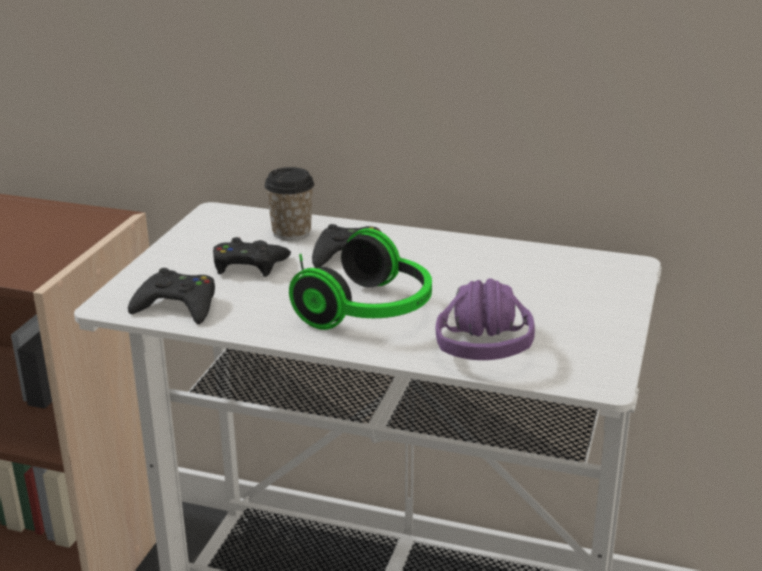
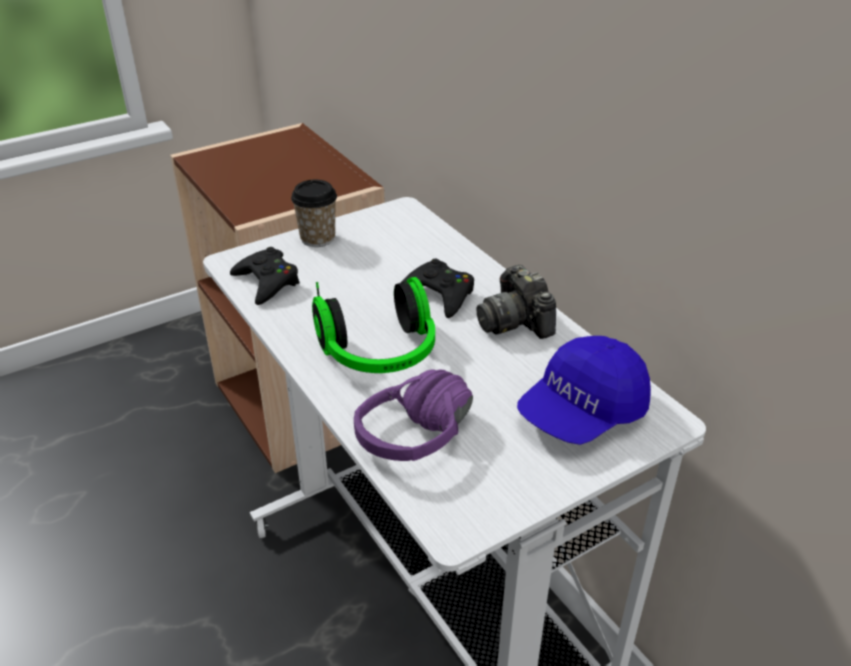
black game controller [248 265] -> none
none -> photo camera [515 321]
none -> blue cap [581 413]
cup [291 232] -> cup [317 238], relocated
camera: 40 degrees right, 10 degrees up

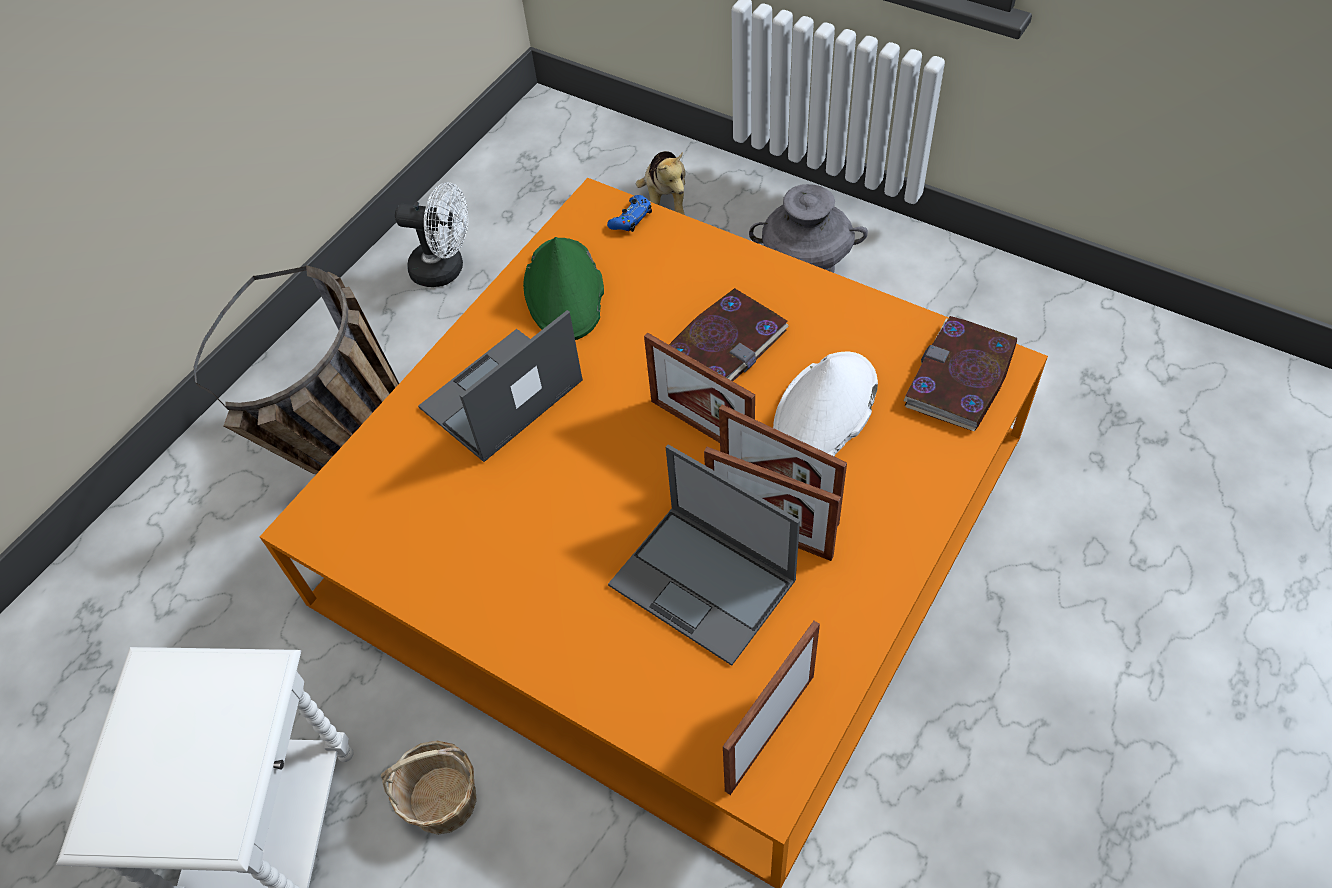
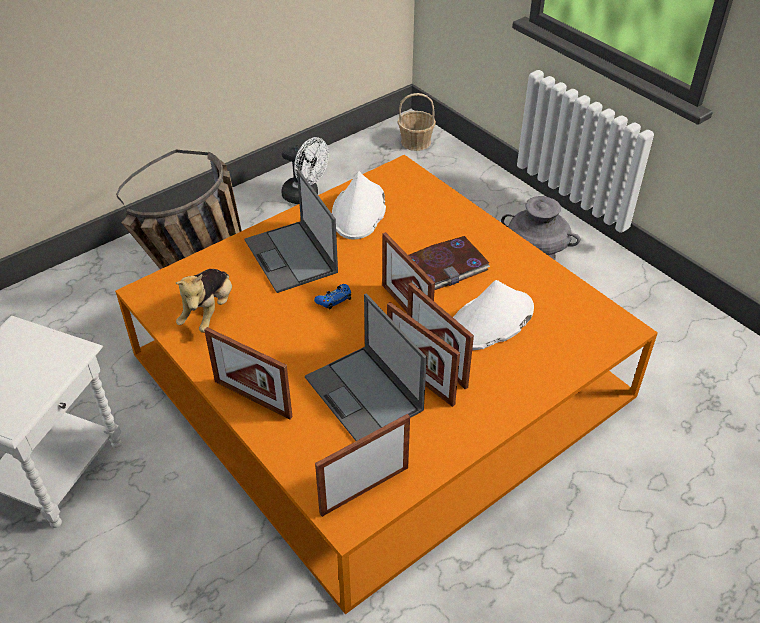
book [960 377] -> none
none -> picture frame [253 399]
basket [443 800] -> basket [416 142], relocated
blue game controller [631 219] -> blue game controller [334 299], relocated
plush toy [666 201] -> plush toy [209 312], relocated
green hat [564 291] -> white hat [359 211]
laptop [500 396] -> laptop [291 257], 90 degrees counterclockwise
camera: 15 degrees right, 10 degrees down

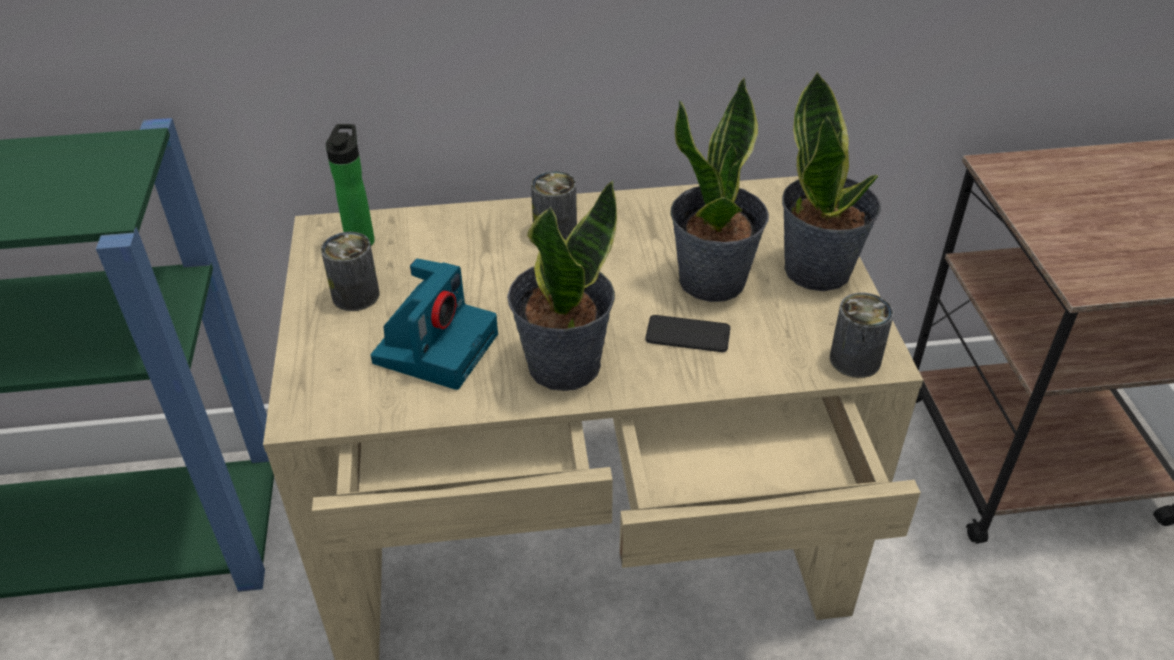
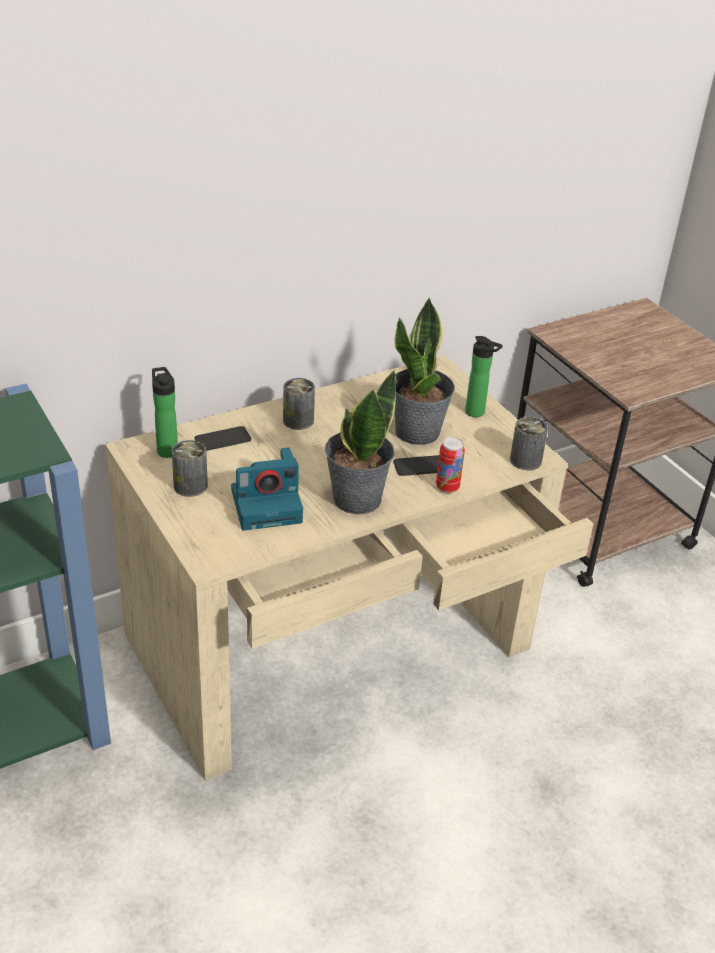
none -> phone [222 439]
none -> can [447 487]
potted plant [818 269] -> bottle [477 413]
photo camera [436 346] -> photo camera [268 505], 75 degrees clockwise
camera: 25 degrees left, 5 degrees down

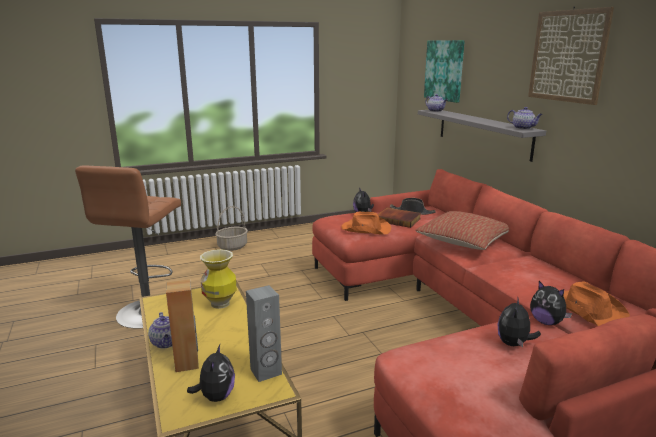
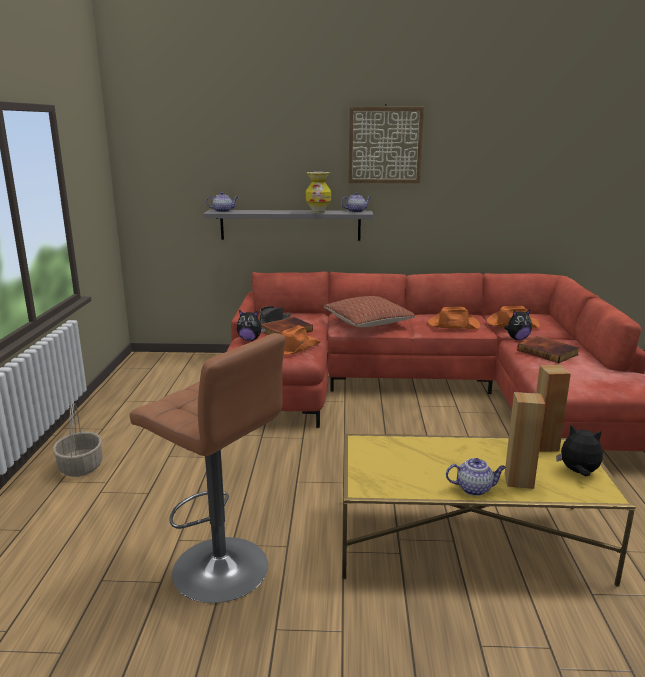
picture [444 70] -> none
none -> orange hat [453 324]
vase [220 304] -> vase [318 212], relocated
plush toy [514 344] -> book [548 352]
grey speaker [266 372] -> brown speaker [544 445]
camera: 65 degrees left, 0 degrees up

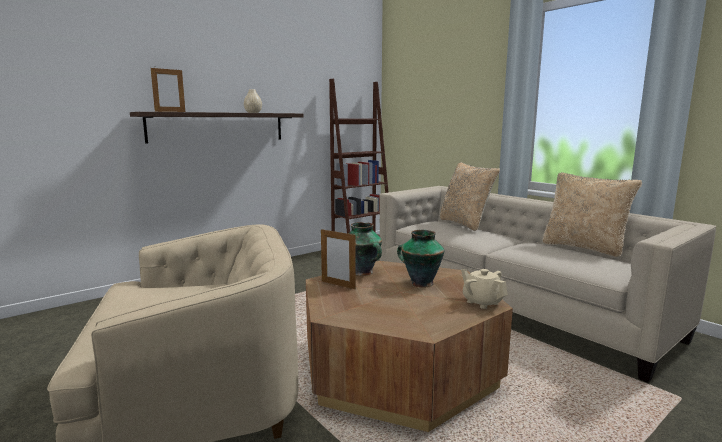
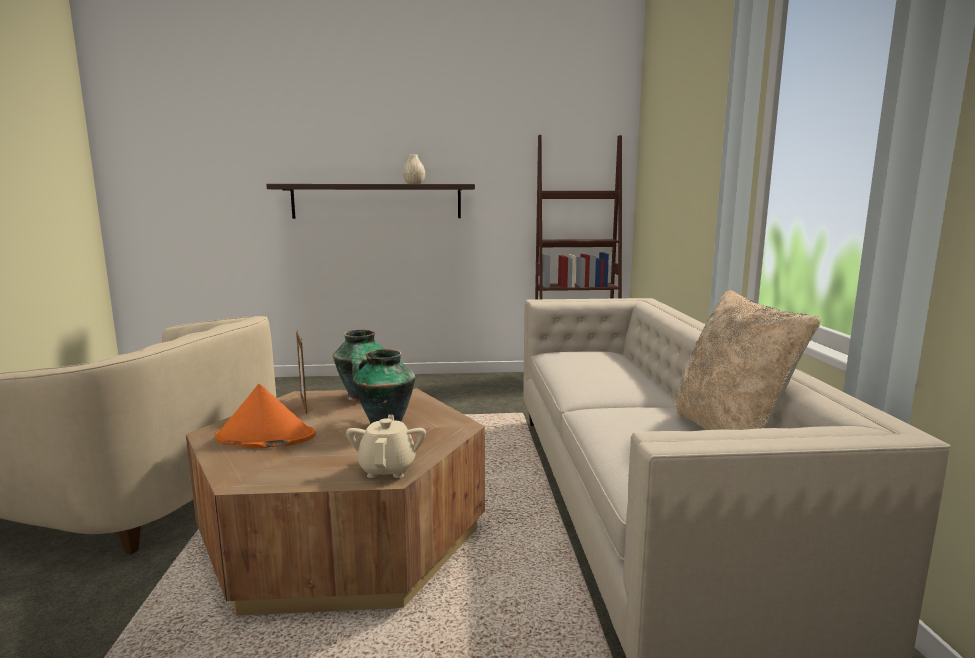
picture frame [170 111] -> none
beige pillow [464 225] -> none
none -> orange hat [265 437]
camera: 35 degrees right, 0 degrees up

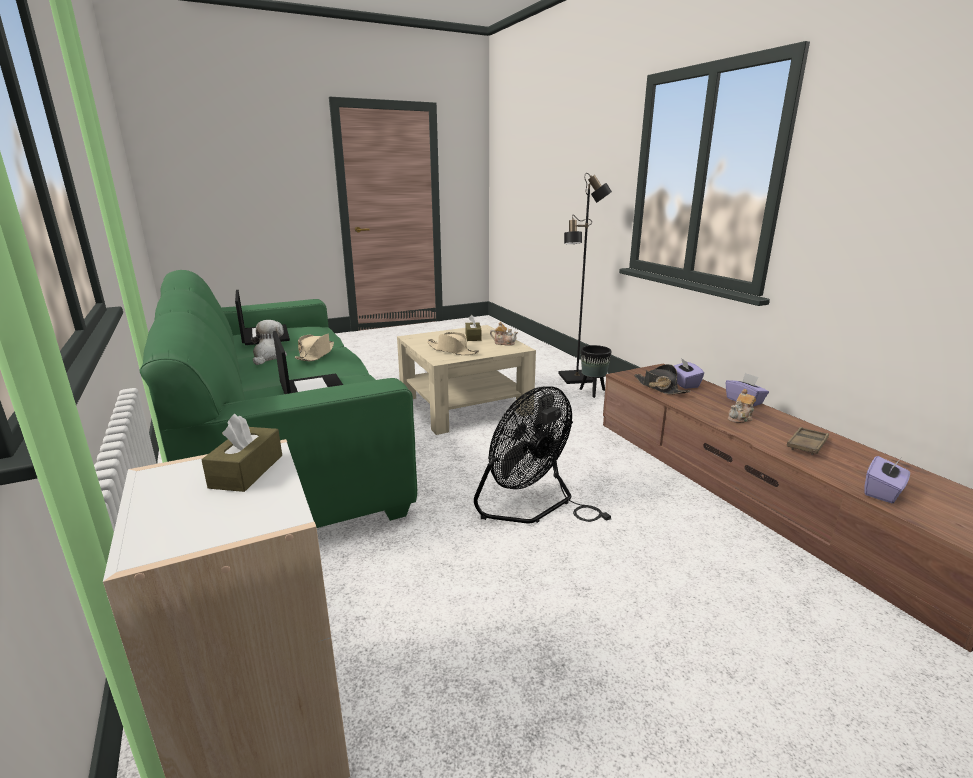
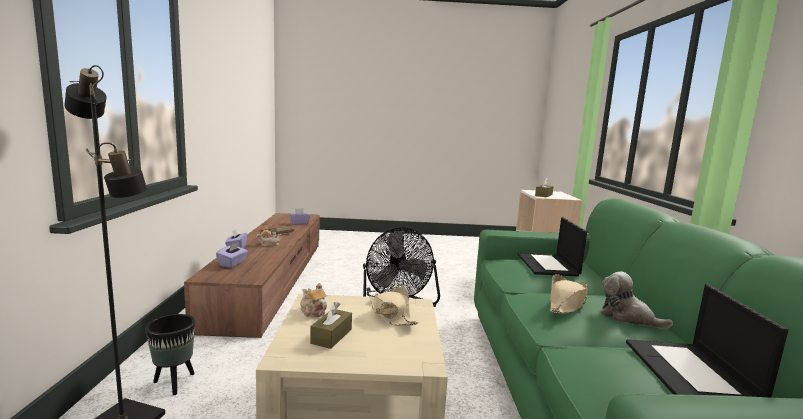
black hat [659 387] -> none
plush toy [269 357] -> plush toy [627 317], 105 degrees clockwise
camera: 155 degrees left, 10 degrees down

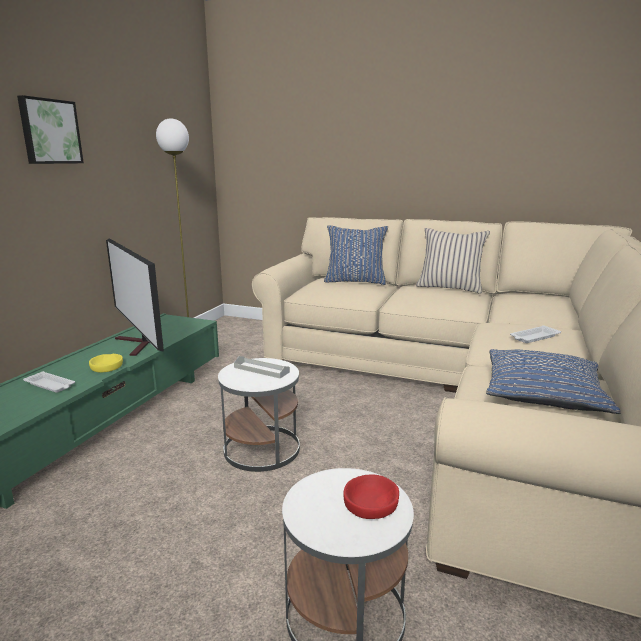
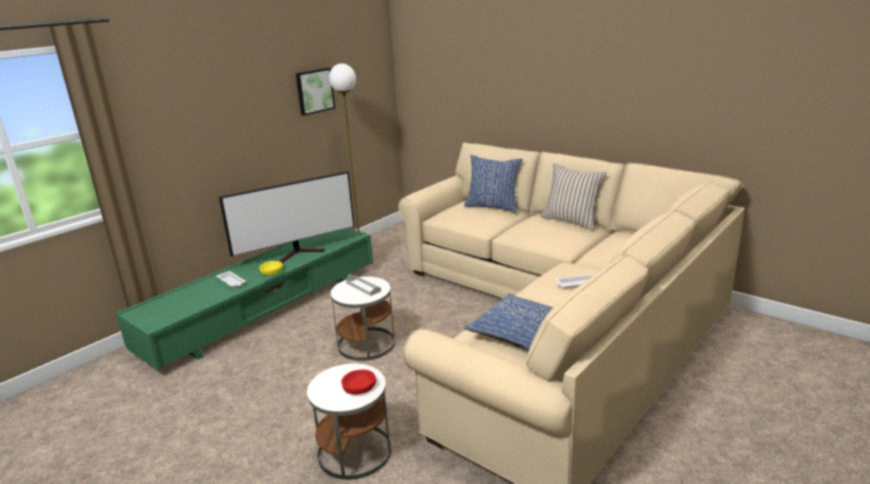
picture [49 131] -> picture [314 91], relocated
television [138 345] -> television [301 253], 105 degrees counterclockwise
camera: 20 degrees right, 5 degrees up

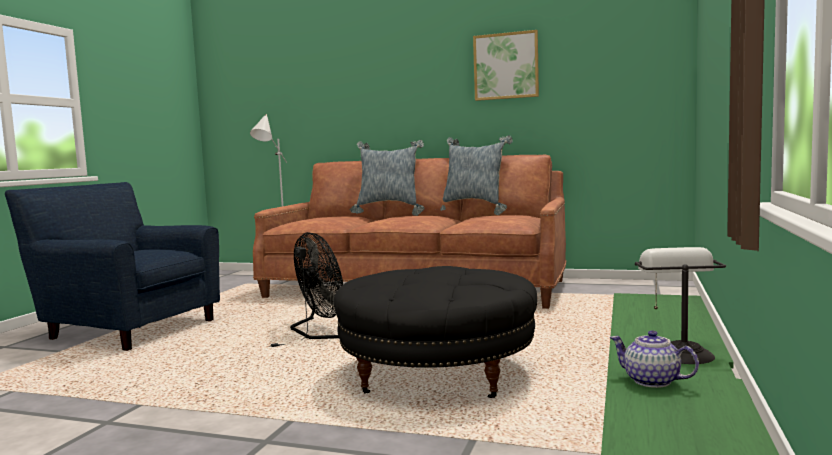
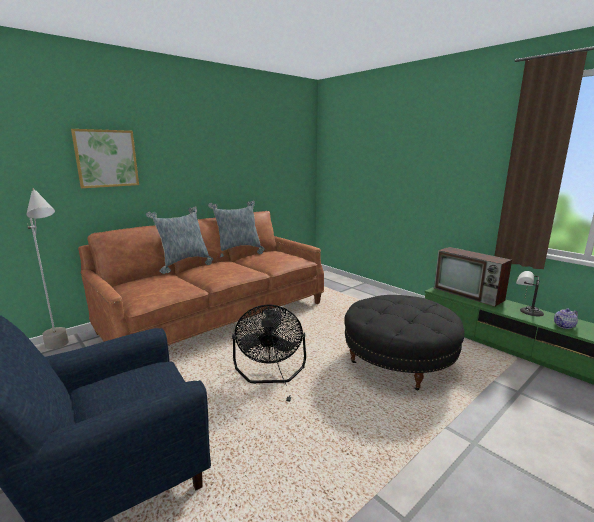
none -> television [469 294]
picture [506 66] -> picture [106 158], relocated
camera: 60 degrees left, 10 degrees up

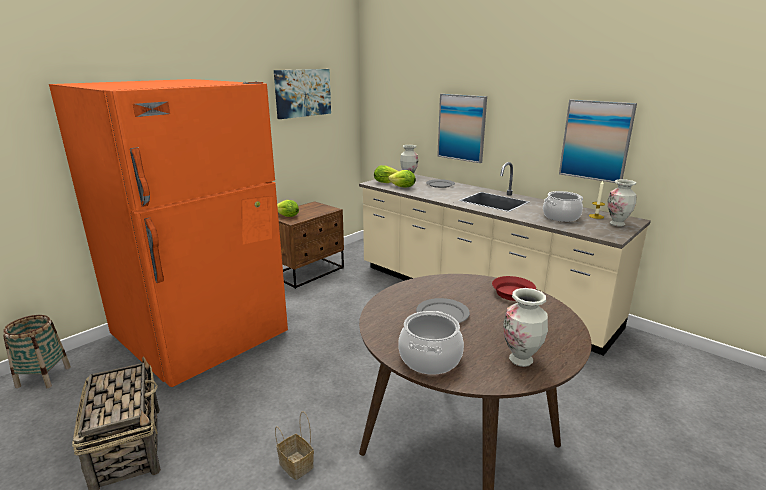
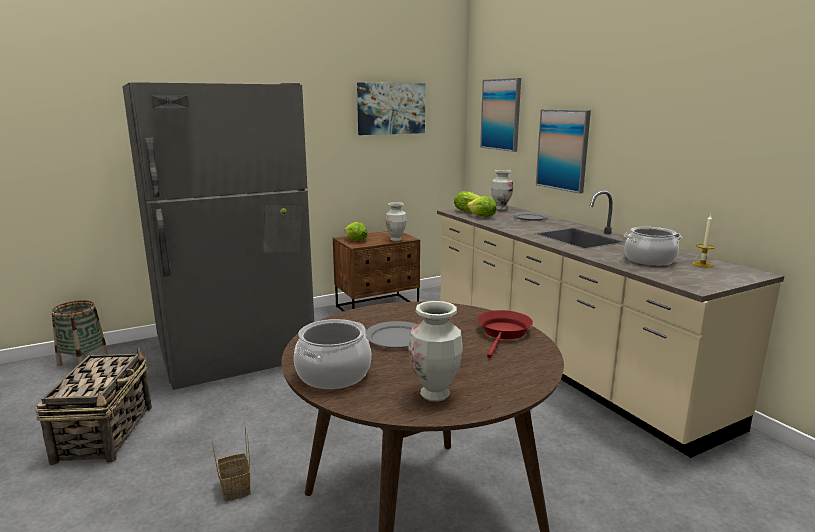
picture [596 140] -> picture [501 114], relocated
vase [617 224] -> vase [396 240], relocated
orange fridge [201 334] -> grey fridge [235 349]
camera: 20 degrees right, 5 degrees down

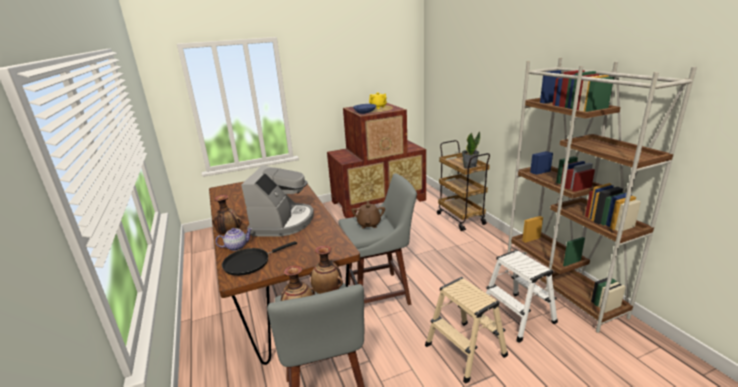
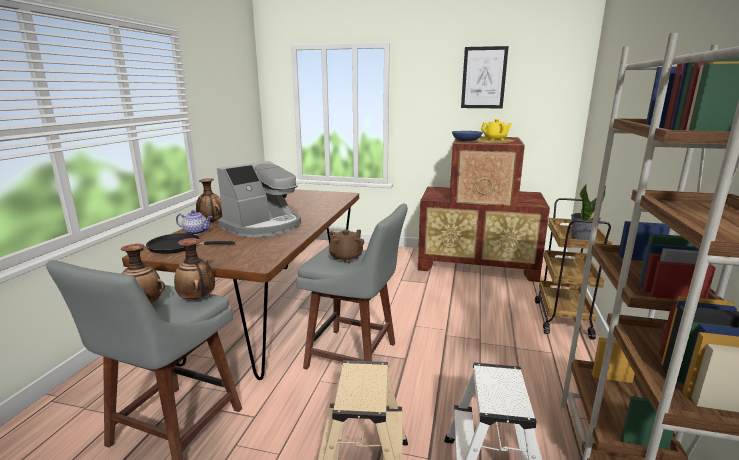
none -> picture [483 78]
camera: 35 degrees right, 5 degrees down

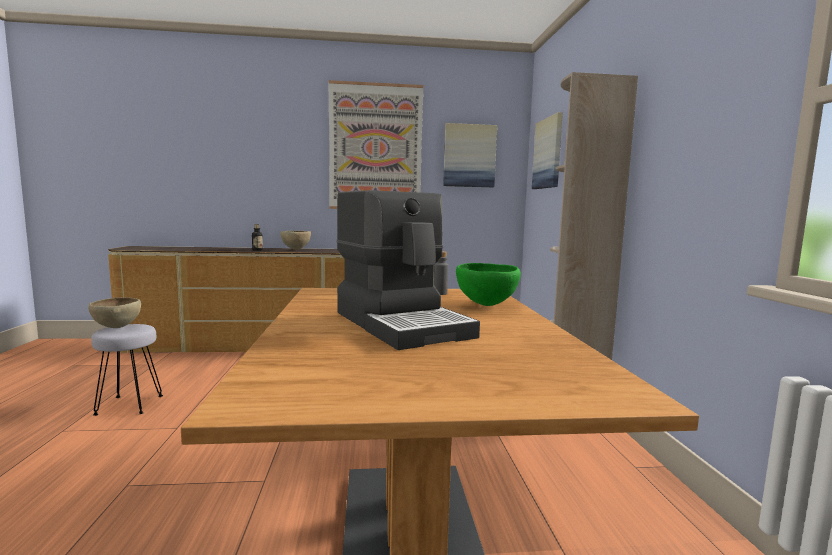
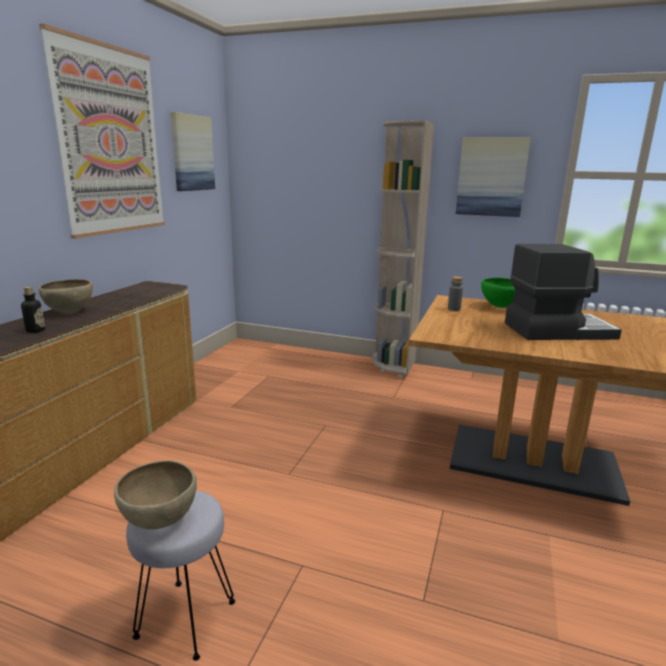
picture [548 153] -> picture [491 177], relocated
camera: 65 degrees left, 10 degrees up

